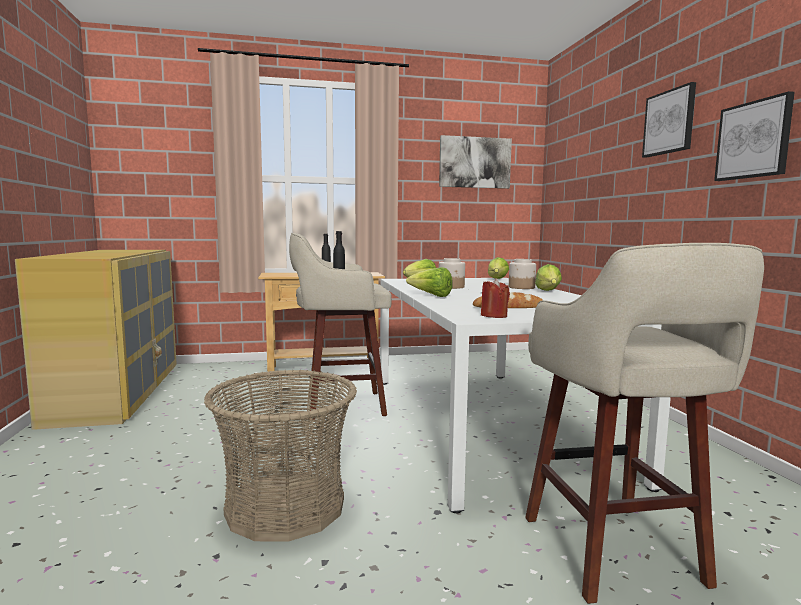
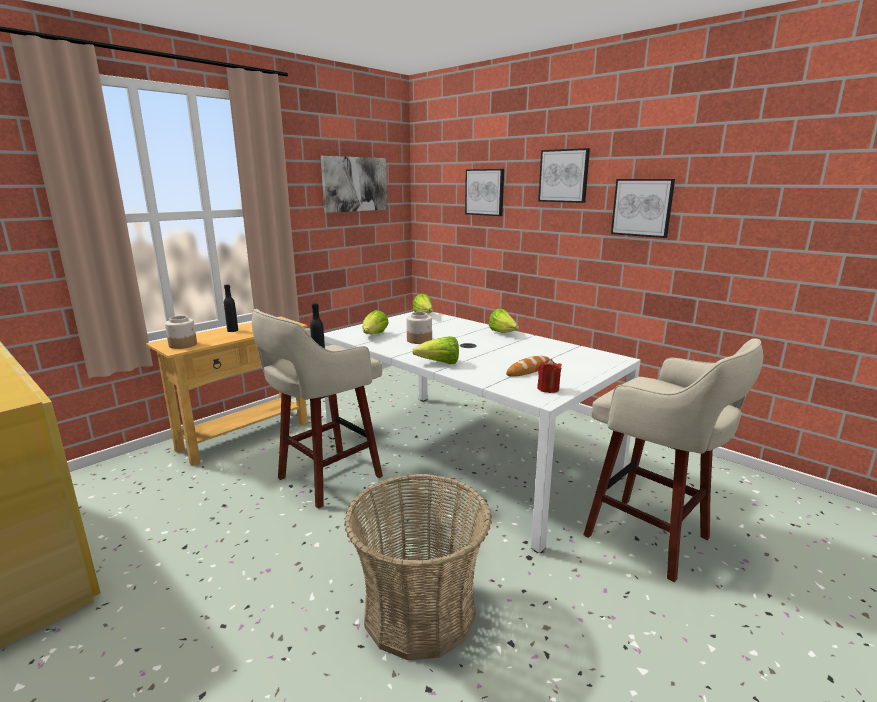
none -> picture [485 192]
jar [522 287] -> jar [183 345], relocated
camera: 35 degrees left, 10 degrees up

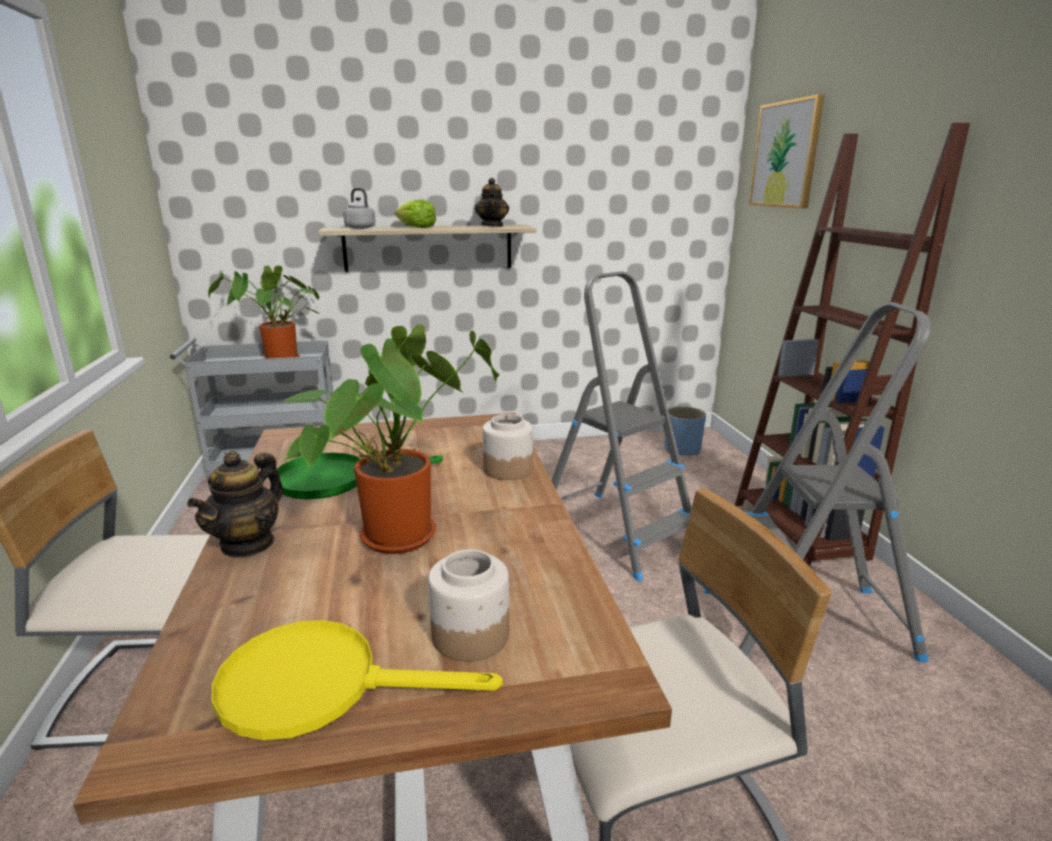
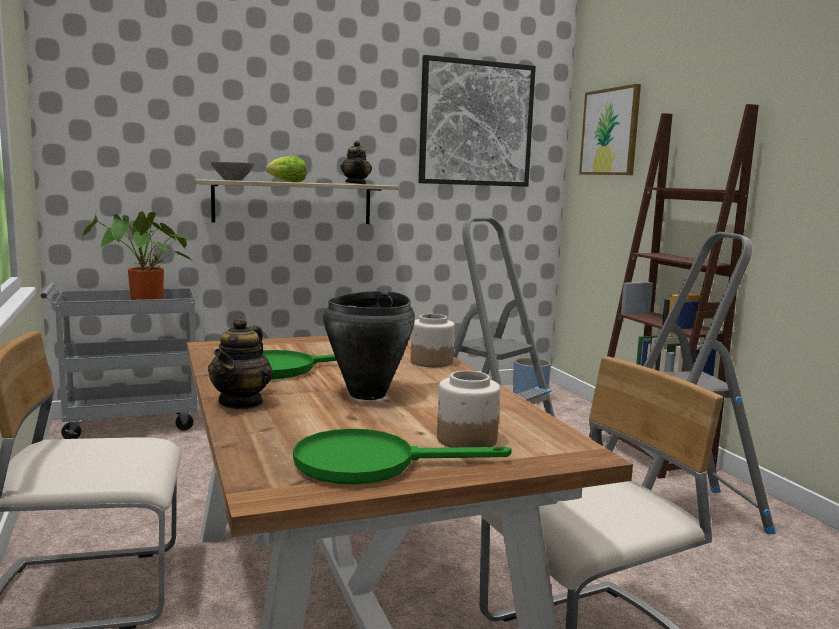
none -> picture [476 124]
potted plant [401 532] -> black cooking pot [368 394]
grey kettle [359 228] -> grey bowl [232 180]
yellow frying pan [321 685] -> green frying pan [372 463]
camera: 10 degrees left, 10 degrees down

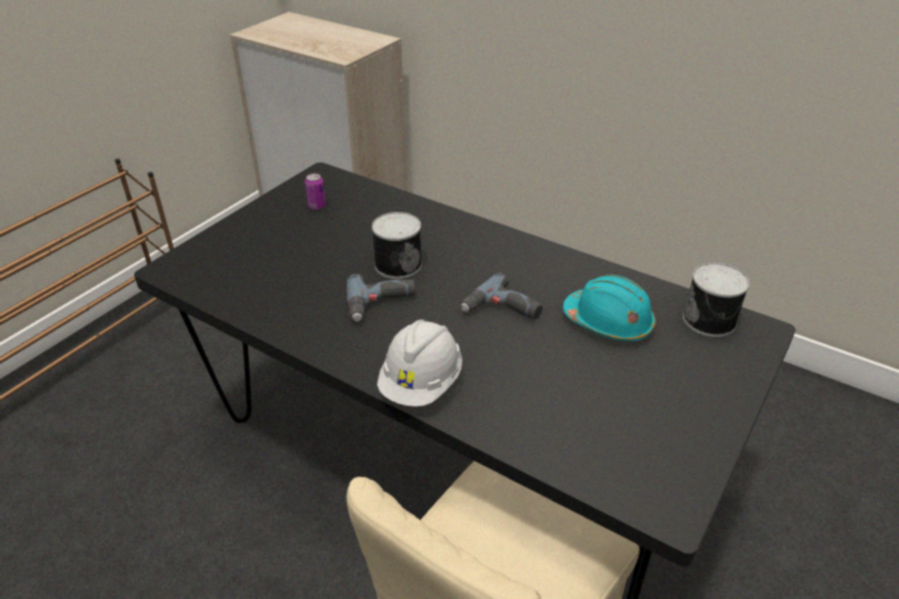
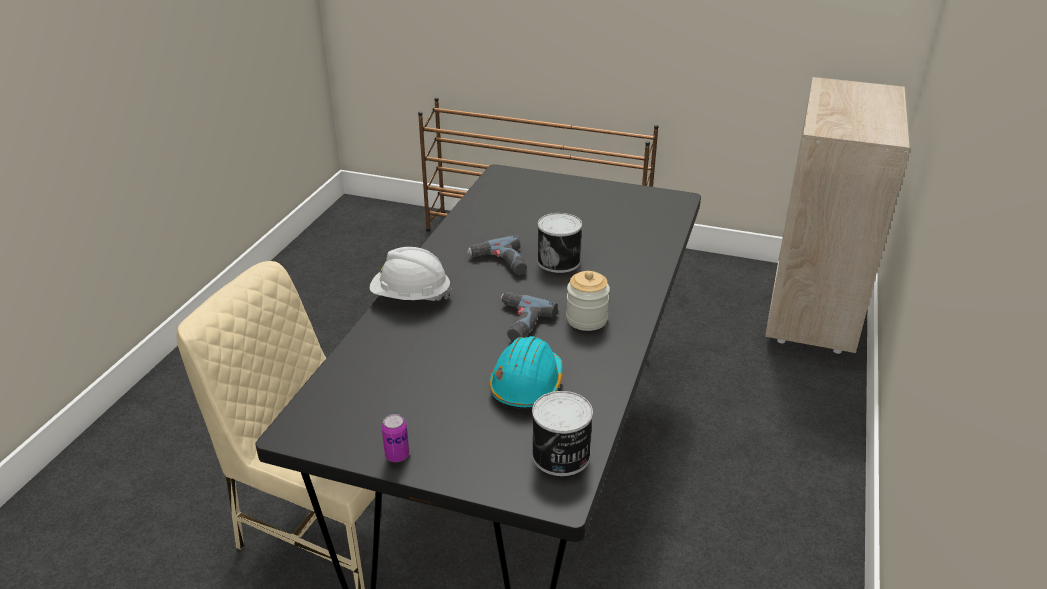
none -> jar [586 319]
can [317 206] -> can [397 455], relocated
camera: 75 degrees right, 5 degrees down

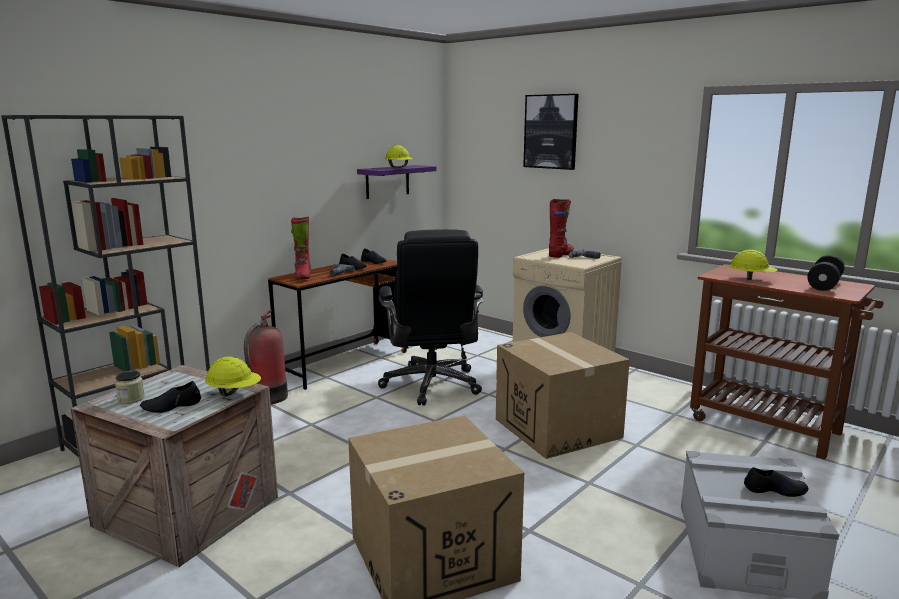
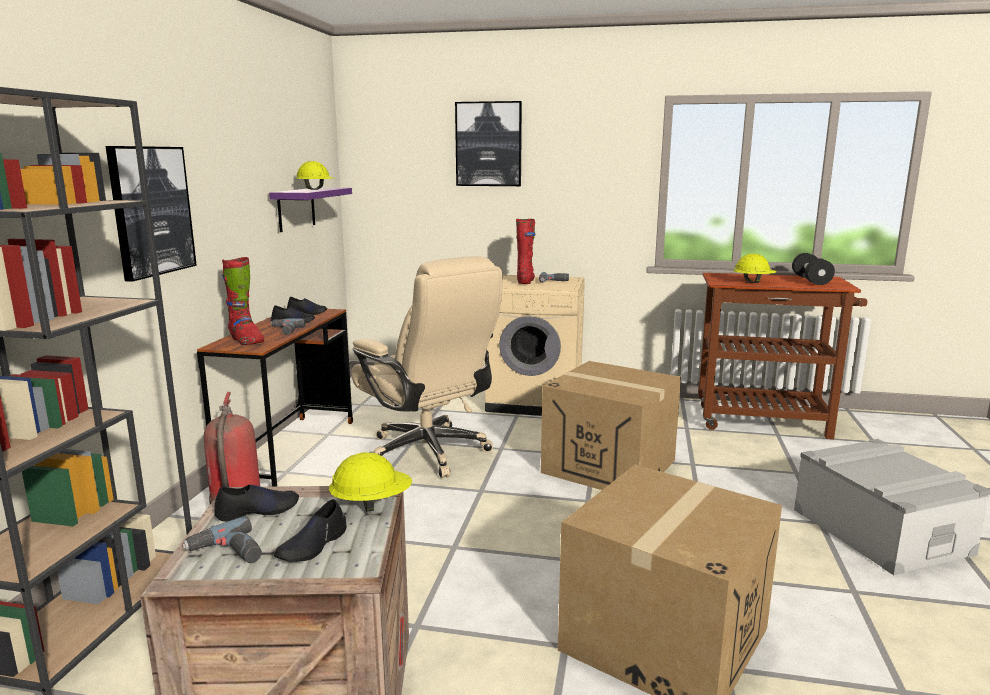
none -> picture [151 211]
black shoe [774 490] -> black shoe [258 511], relocated
jar [131 399] -> power drill [227 553]
black office chair [431 384] -> beige office chair [427 452]
camera: 30 degrees left, 0 degrees up

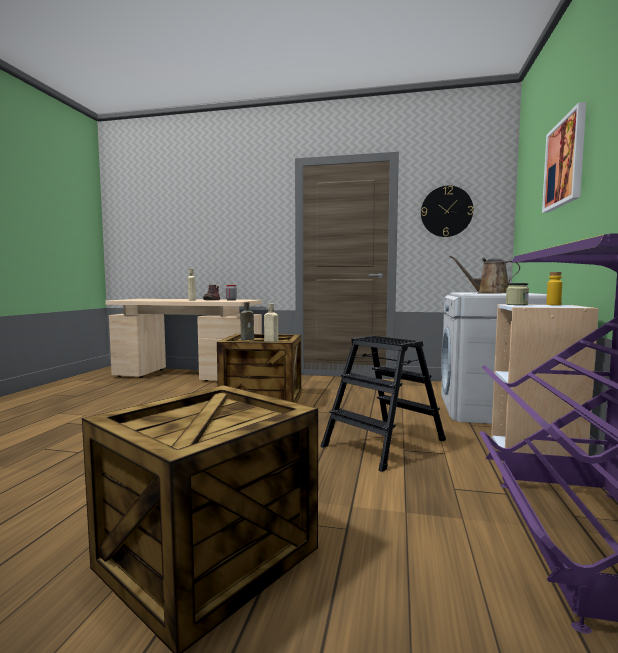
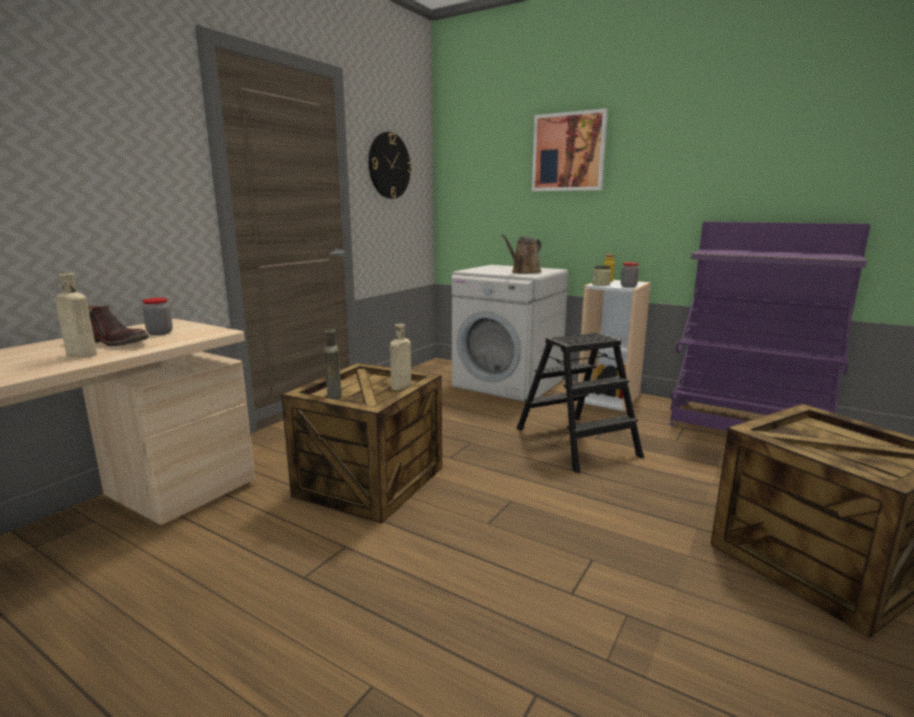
none -> jar [628 286]
camera: 70 degrees left, 10 degrees up

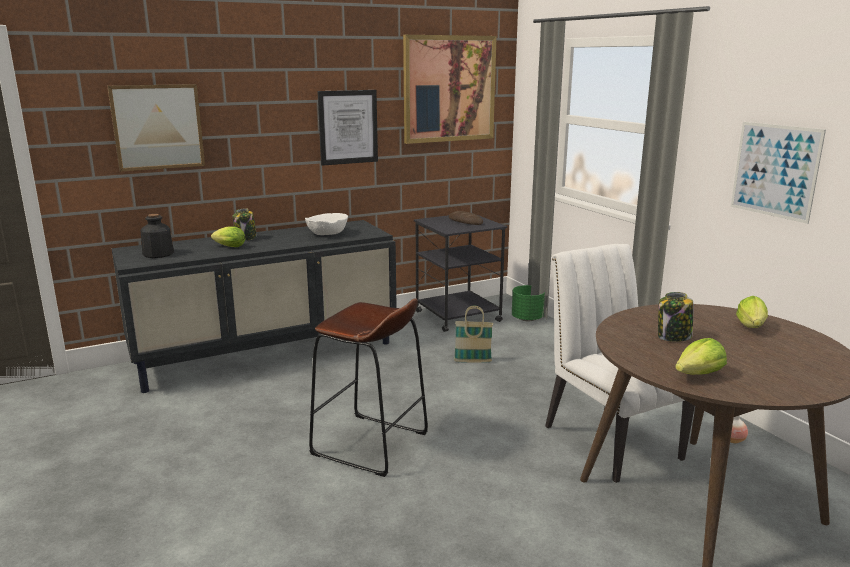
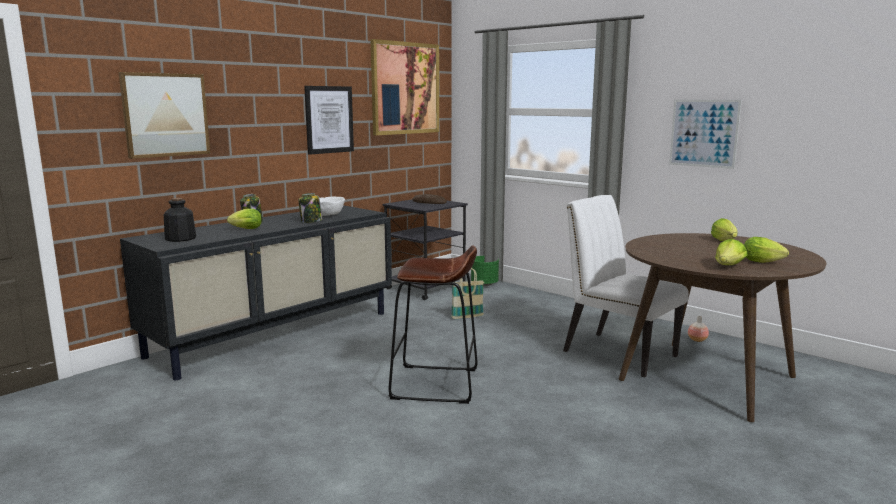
none -> lettuce [764 262]
jar [673 337] -> jar [311 221], relocated
camera: 20 degrees left, 5 degrees down

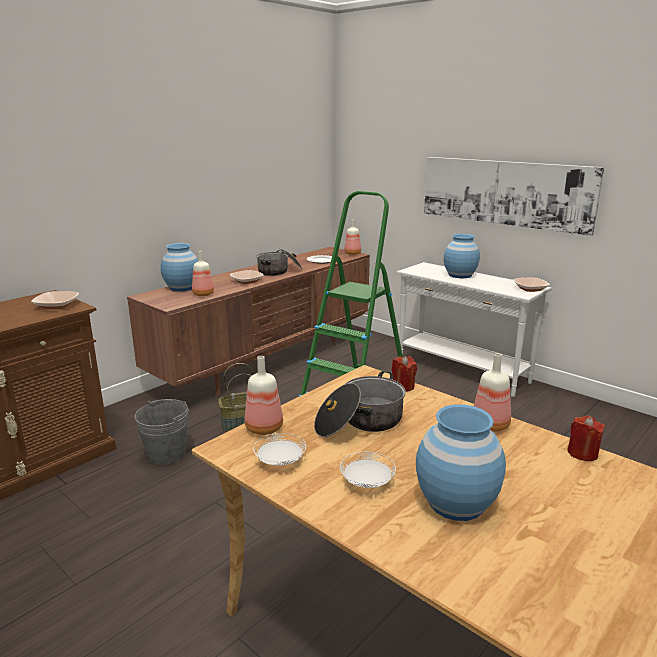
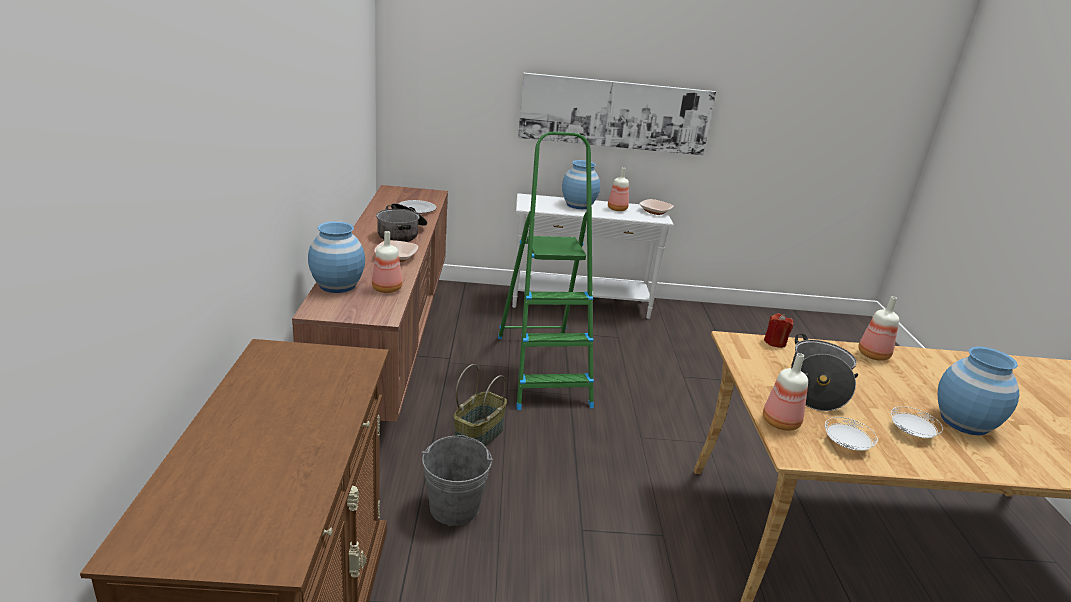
bowl [57 305] -> none
red candle [582 453] -> none
bottle [353 253] -> bottle [617 209], relocated
camera: 45 degrees left, 5 degrees up

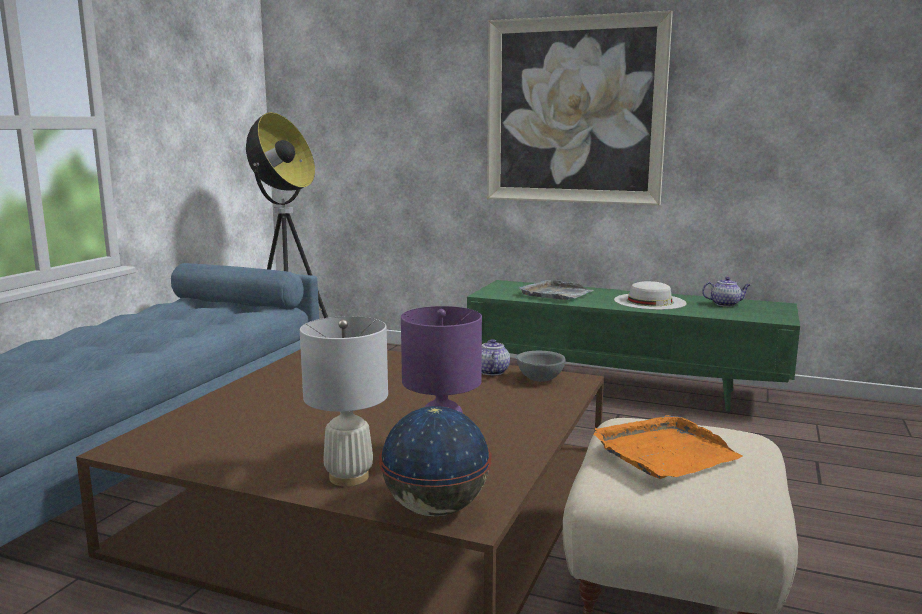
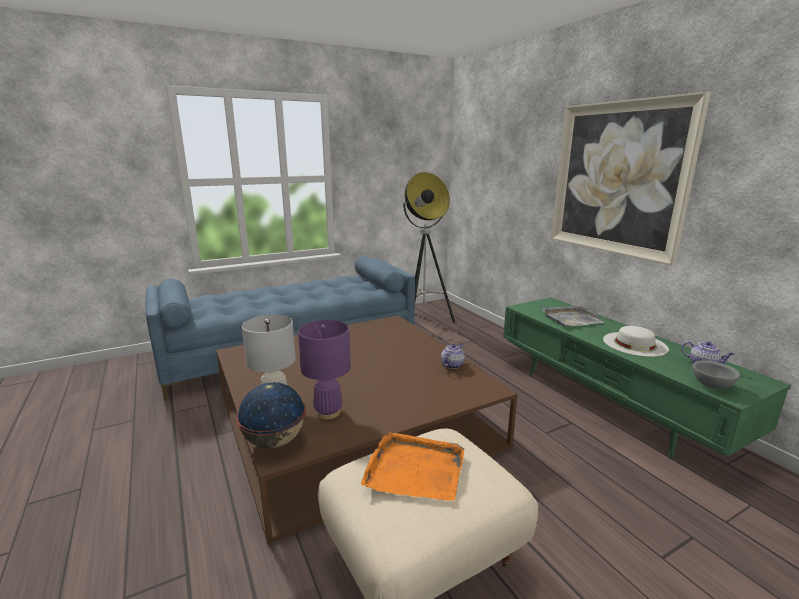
grey bowl [540 380] -> grey bowl [711 386], relocated
camera: 40 degrees right, 5 degrees up

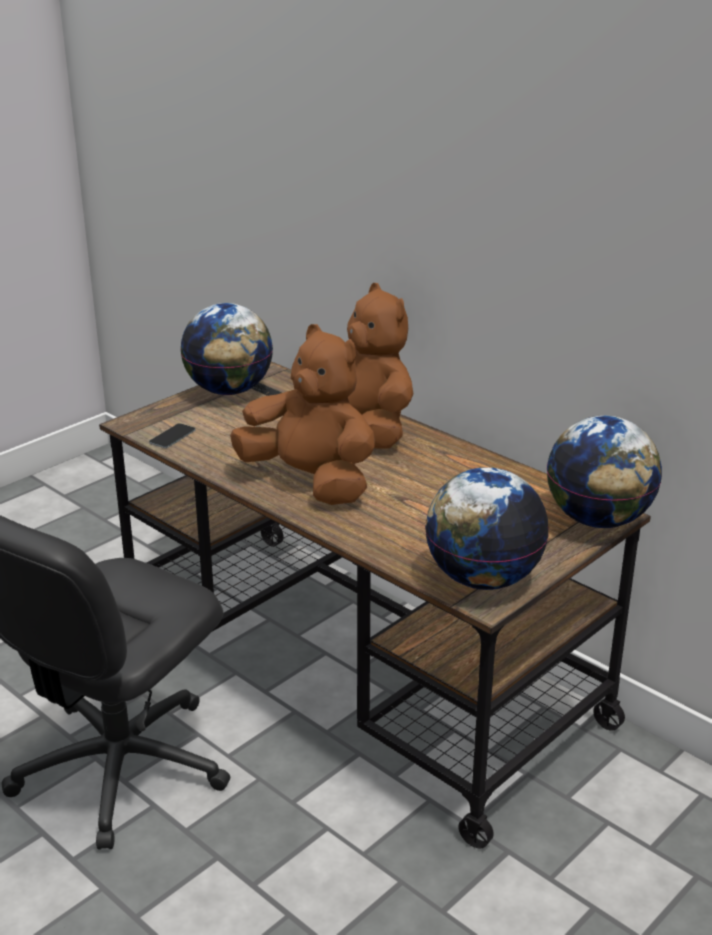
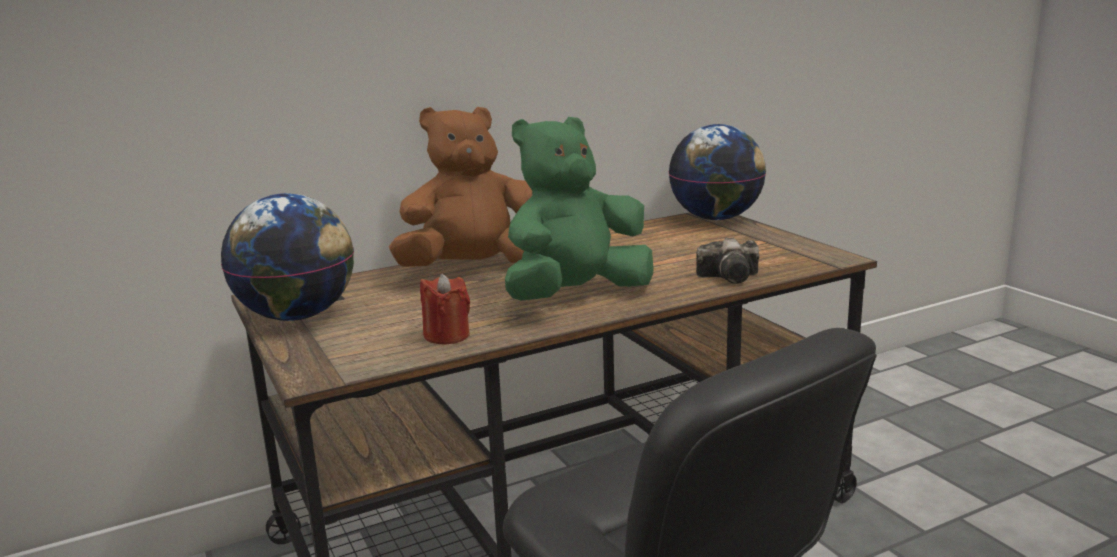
phone [172 436] -> none
globe [483 578] -> none
none -> red candle [447 336]
none -> photo camera [732 277]
brown plush toy [311 481] -> green plush toy [576 296]
camera: 70 degrees left, 10 degrees down

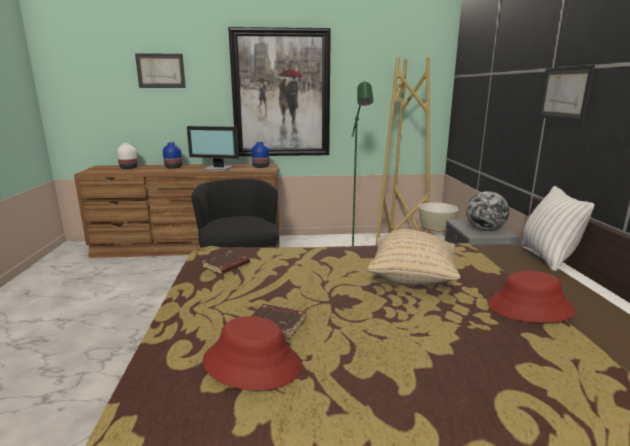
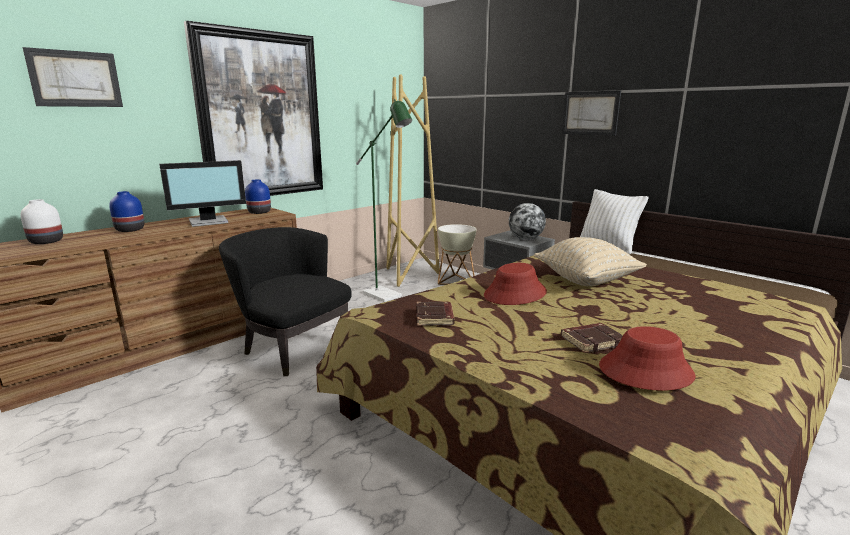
red hat [530 308] -> red hat [515 294], relocated
camera: 40 degrees left, 0 degrees up

